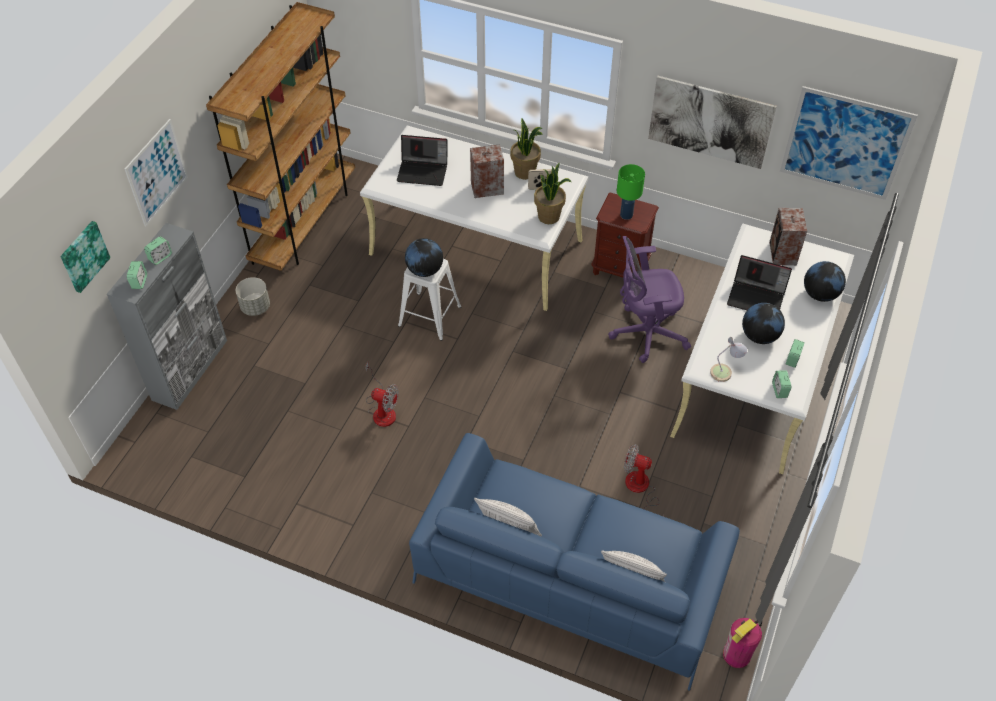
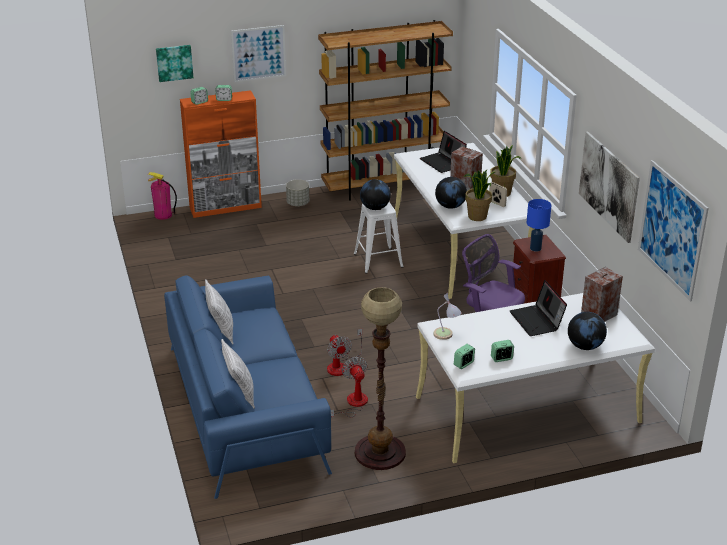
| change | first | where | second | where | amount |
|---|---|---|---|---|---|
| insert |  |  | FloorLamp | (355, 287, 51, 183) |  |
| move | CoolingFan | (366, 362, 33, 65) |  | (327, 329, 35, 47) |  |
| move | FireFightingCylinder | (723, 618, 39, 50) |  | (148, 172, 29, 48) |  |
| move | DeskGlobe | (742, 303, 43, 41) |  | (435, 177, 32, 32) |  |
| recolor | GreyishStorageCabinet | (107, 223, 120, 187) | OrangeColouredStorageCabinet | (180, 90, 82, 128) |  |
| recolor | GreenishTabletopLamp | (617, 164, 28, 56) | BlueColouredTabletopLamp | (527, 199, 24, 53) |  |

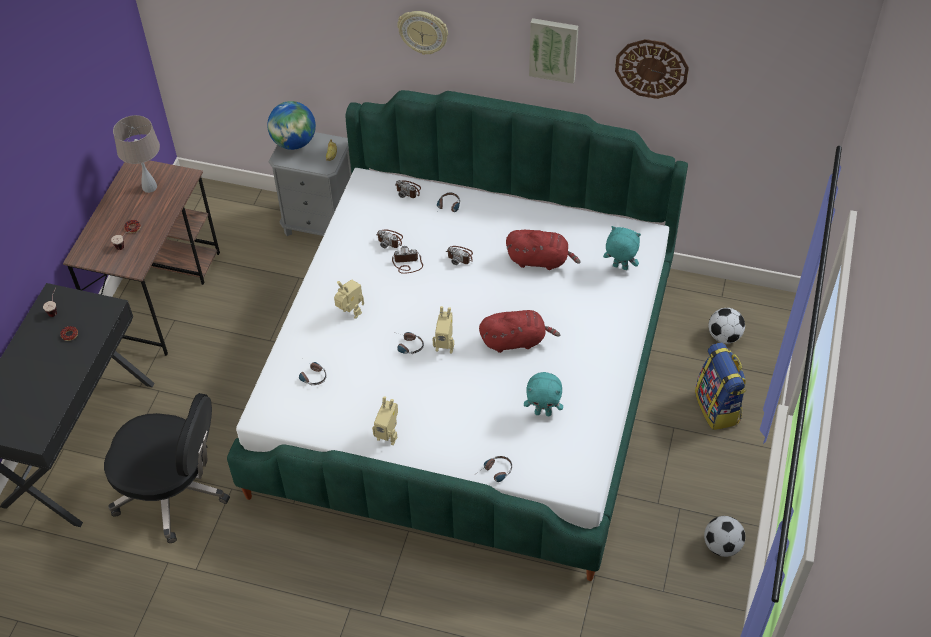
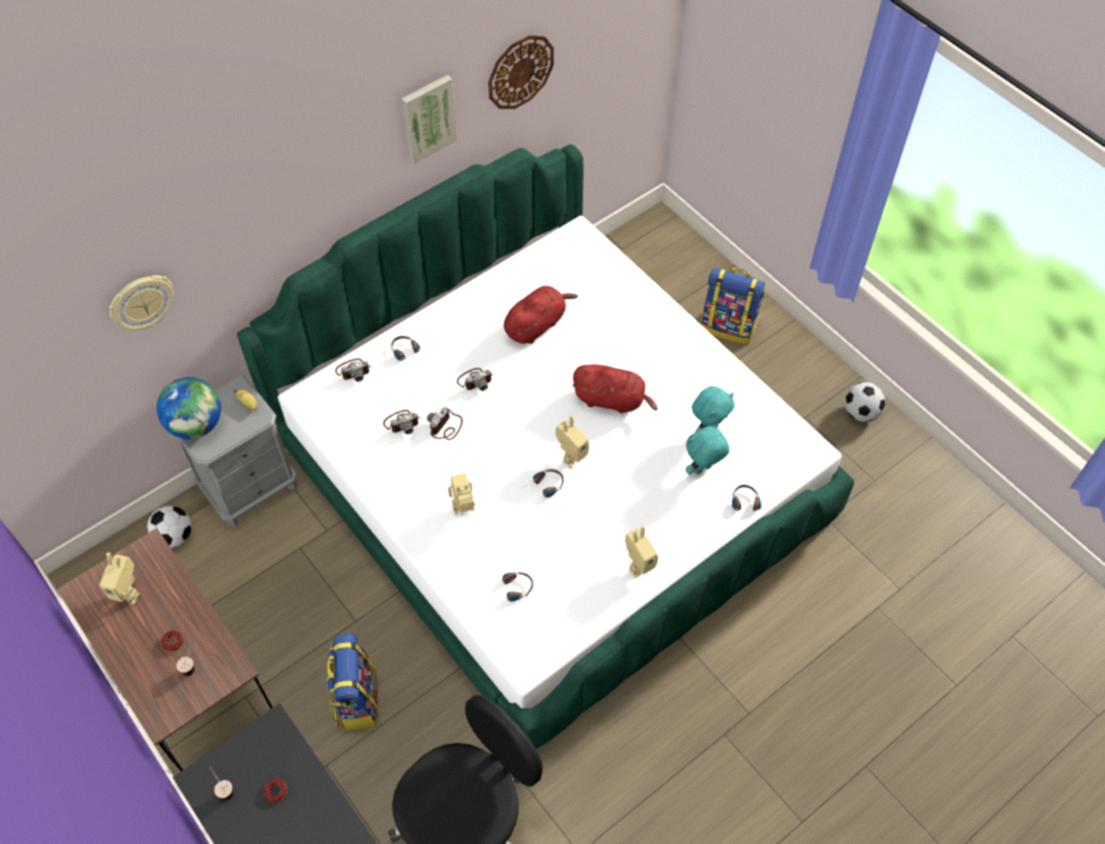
| change | first | where | second | where | amount |
|---|---|---|---|---|---|
| insert |  |  | Rucksack | (326, 633, 52, 98) |  |
| move | ClockOnTheWall | (397, 11, 51, 44) |  | (109, 275, 65, 55) |  |
| move | BlueGreenSoftToy | (603, 226, 38, 44) |  | (686, 424, 43, 51) |  |
| move | FootballBall | (708, 308, 37, 36) |  | (147, 506, 45, 42) |  |
| replace | BeigeTabletopLamp | (113, 115, 47, 78) | ToyRobot | (100, 553, 40, 51) |  |
| rotate | RedColouredSoftToy | (479, 310, 81, 43) |  | (572, 364, 86, 49) | 75 degrees clockwise |

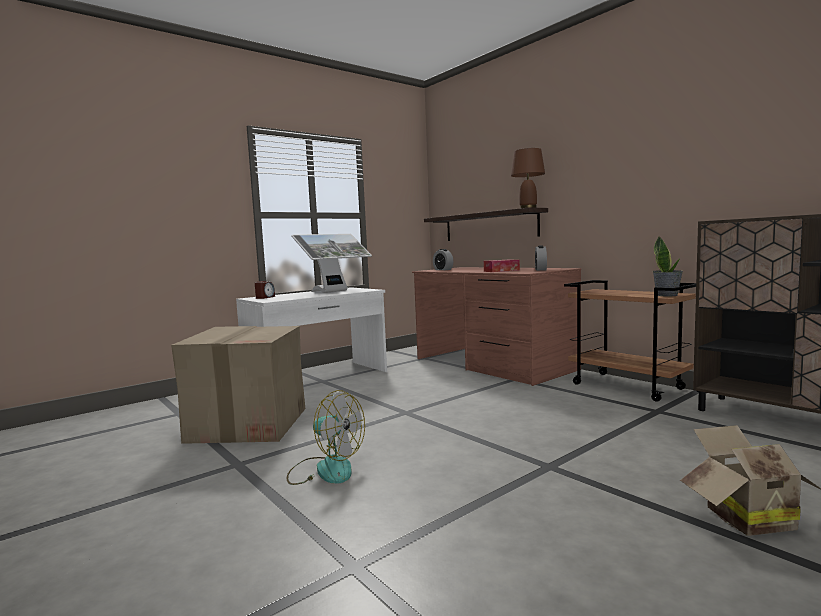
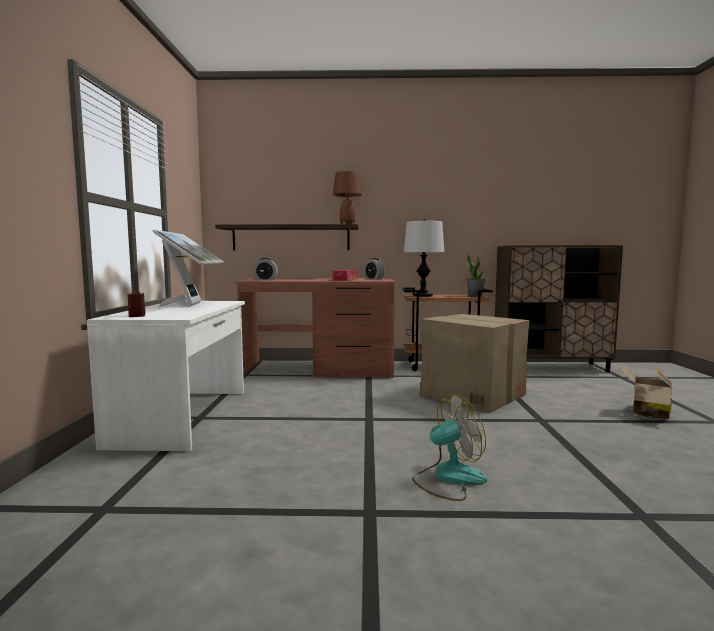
| change | first | where | second | where | amount |
|---|---|---|---|---|---|
| insert |  |  | TabletopLamp | (404, 219, 40, 78) |  |
| move | Carton | (171, 326, 134, 118) |  | (420, 314, 110, 99) |  |

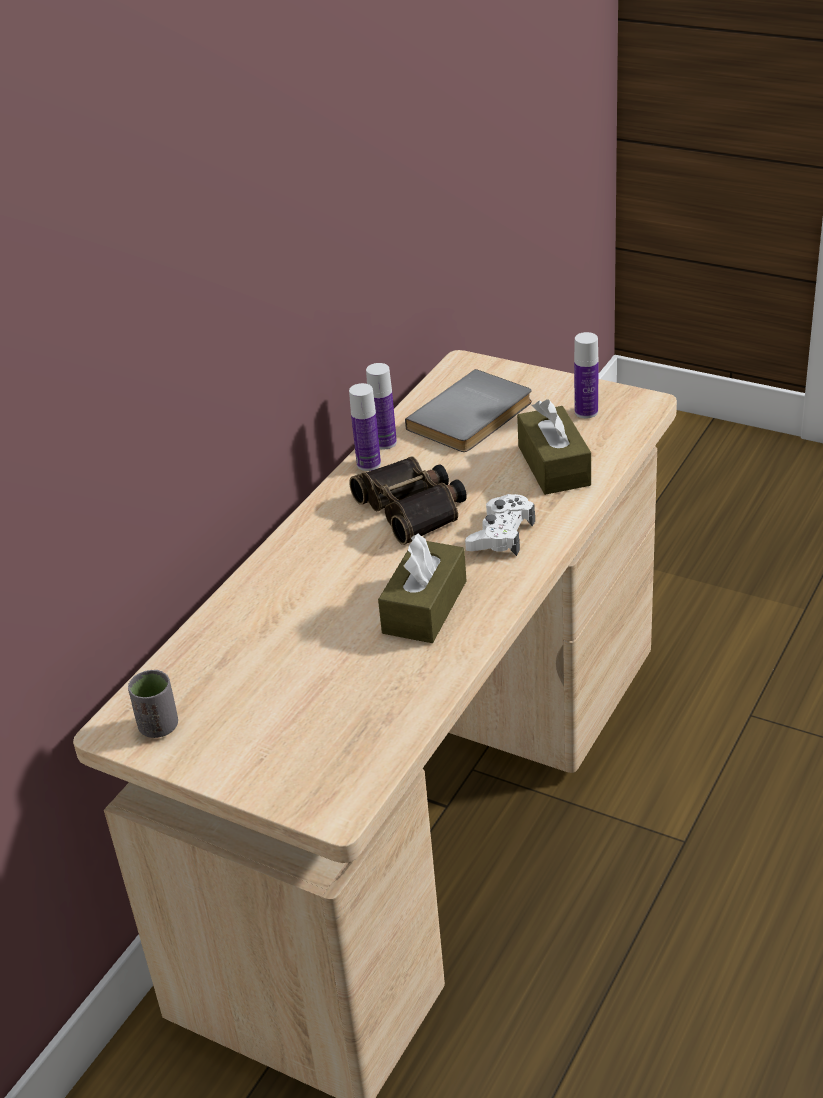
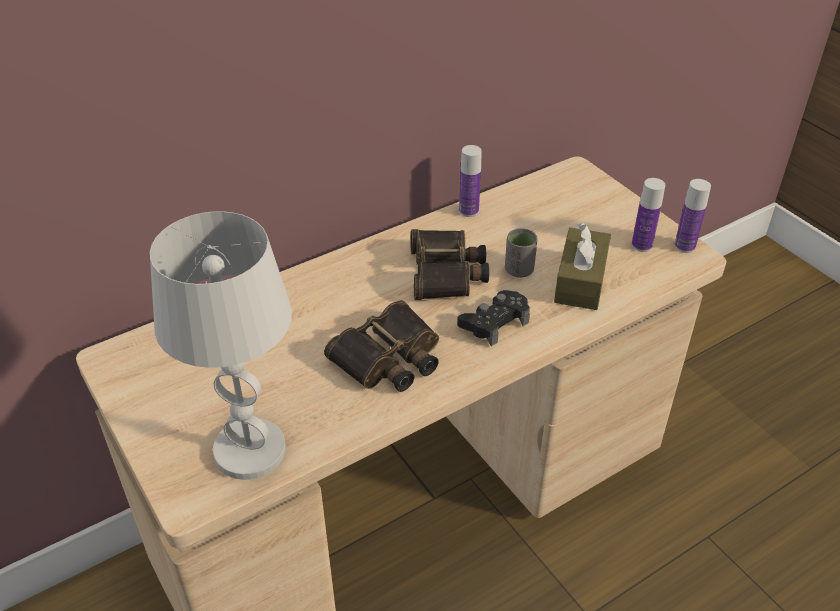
| change | first | where | second | where | amount |
|---|---|---|---|---|---|
| delete | GreyishBoundBook | (405, 369, 127, 83) |  |  |  |
| insert |  |  | WhitishTabletopLamp | (150, 211, 142, 269) |  |
| move | GreyishCup | (128, 670, 50, 68) |  | (505, 228, 32, 50) |  |
| move | BeverageBottle | (349, 383, 32, 88) |  | (674, 179, 37, 74) |  |
| replace | BrownColouredTissueHolder | (378, 534, 88, 109) | FieldGlasses | (324, 300, 115, 92) |  |
| recolor | WhitishJoypad | (465, 494, 70, 62) | BlackColouredJoypad | (457, 290, 73, 56) |  |

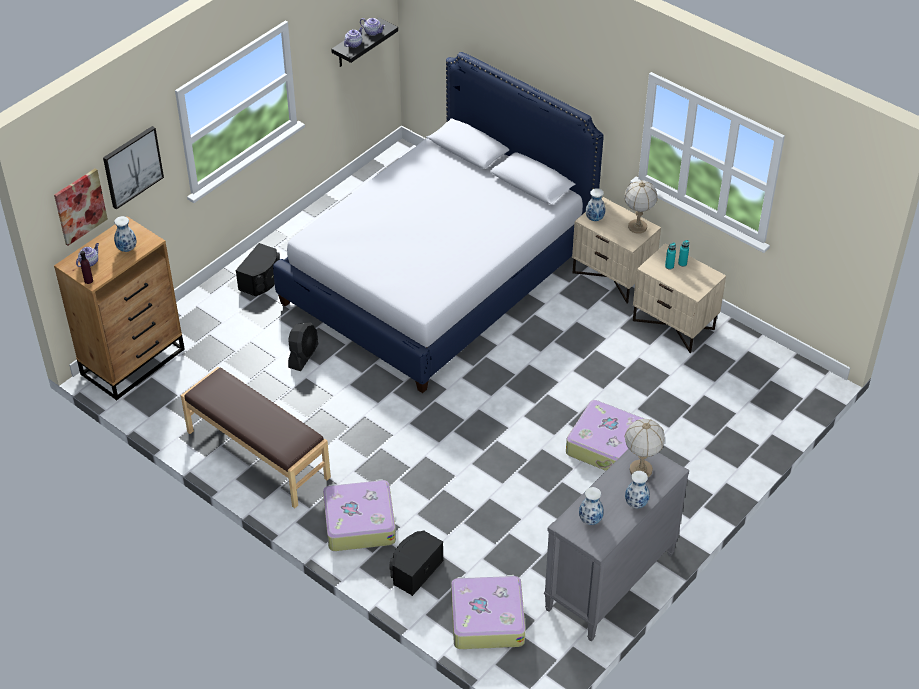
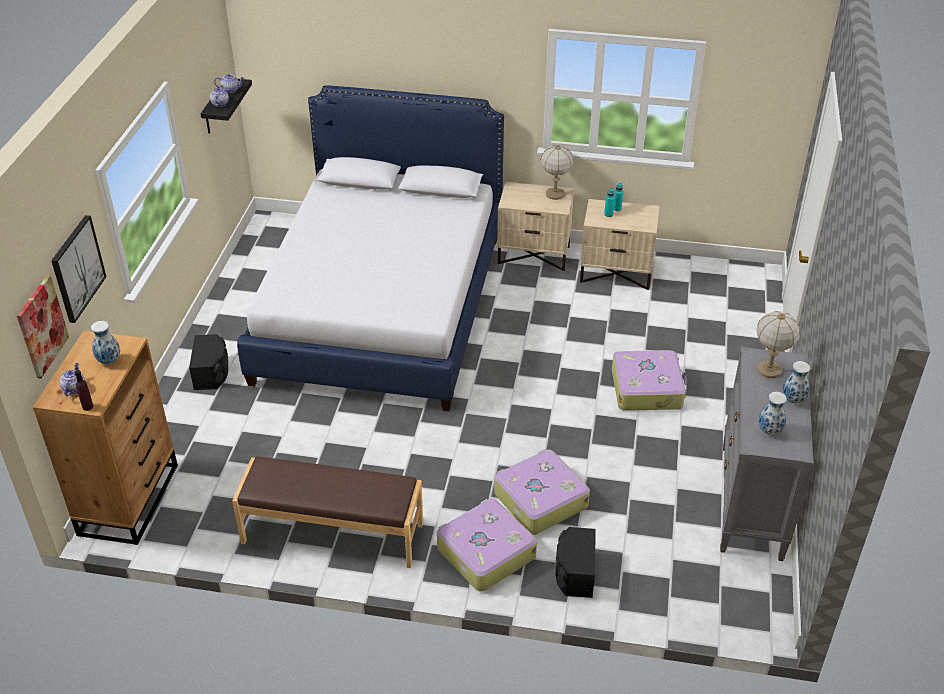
| change | first | where | second | where | amount |
|---|---|---|---|---|---|
| delete | BlackColouredCoolingFan | (288, 322, 31, 49) |  |  |  |
| delete | FlowerVase | (585, 188, 20, 33) |  |  |  |
| move | Suitcase | (451, 575, 75, 74) |  | (494, 449, 96, 86) |  |

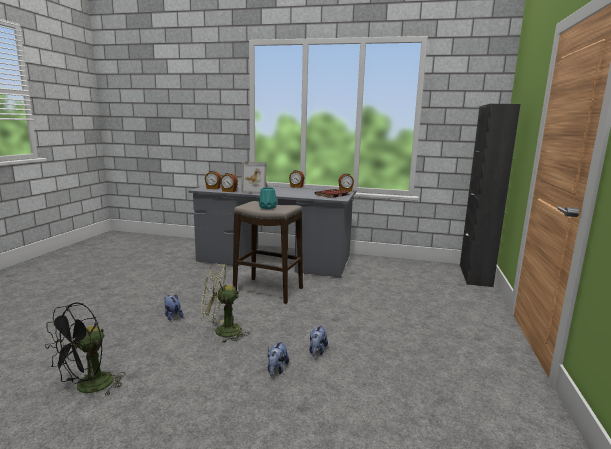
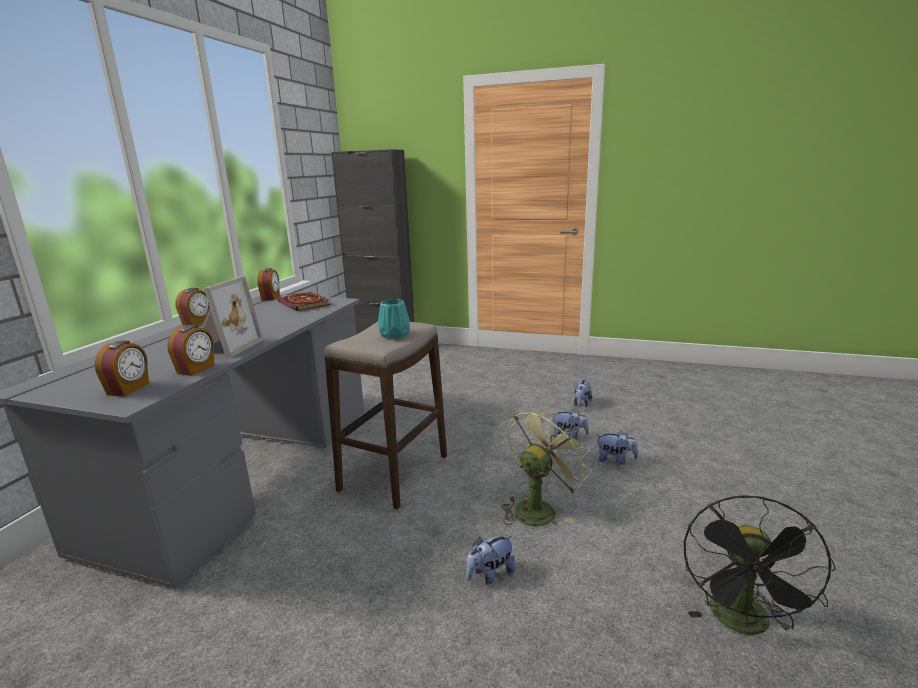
| change | first | where | second | where | amount |
|---|---|---|---|---|---|
| insert |  |  | SoftToy | (574, 379, 18, 28) |  |
| rotate | BlackColouredCoolingFan | (45, 302, 80, 94) |  | (684, 495, 152, 140) | 75 degrees clockwise |
| rotate | GreenishCoolingFan | (201, 263, 48, 80) |  | (501, 407, 91, 119) | 135 degrees counterclockwise |

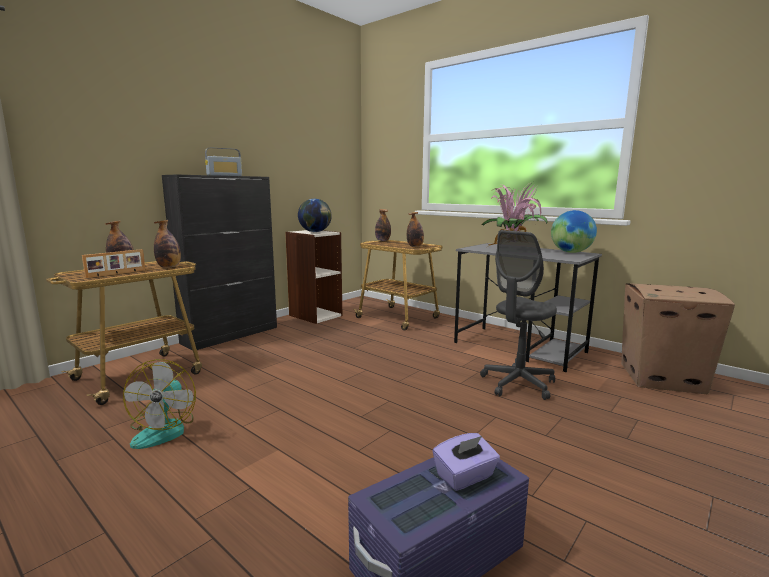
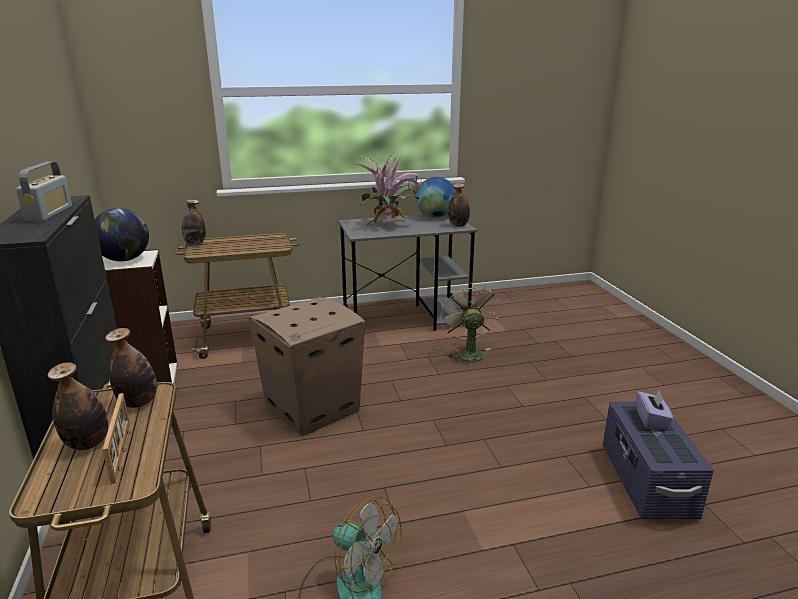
| change | first | where | second | where | amount |
|---|---|---|---|---|---|
| move | BeverageBottle | (407, 212, 17, 35) |  | (448, 183, 22, 44) |  |
| move | Carton | (621, 283, 114, 111) |  | (249, 297, 116, 139) |  |
| replace | GreyishOfficeChair | (480, 230, 77, 170) | GreenishCoolingFan | (440, 283, 61, 83) |  |

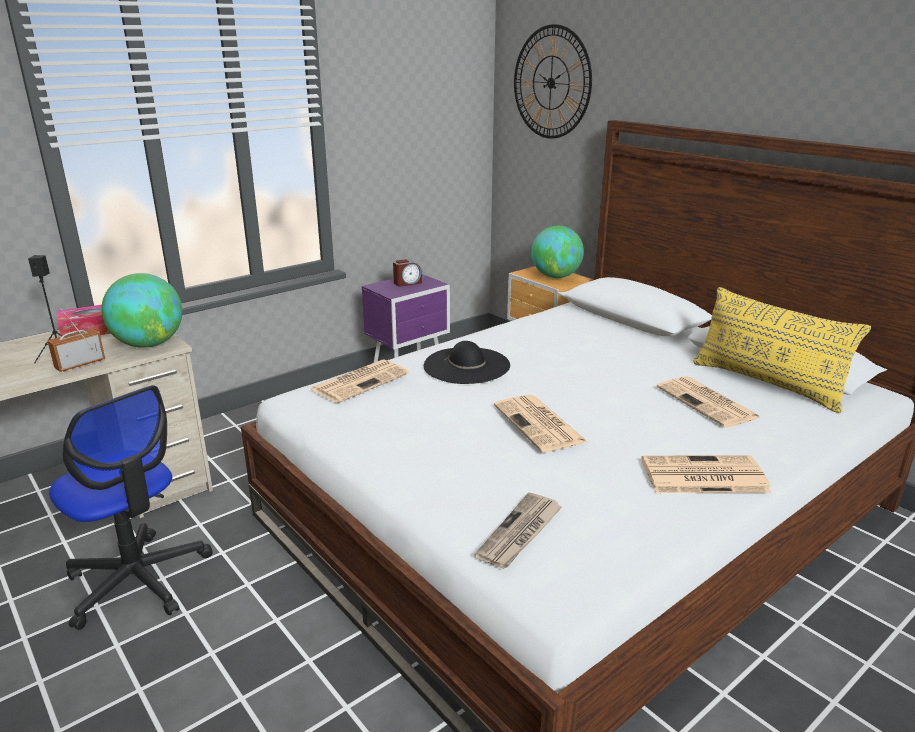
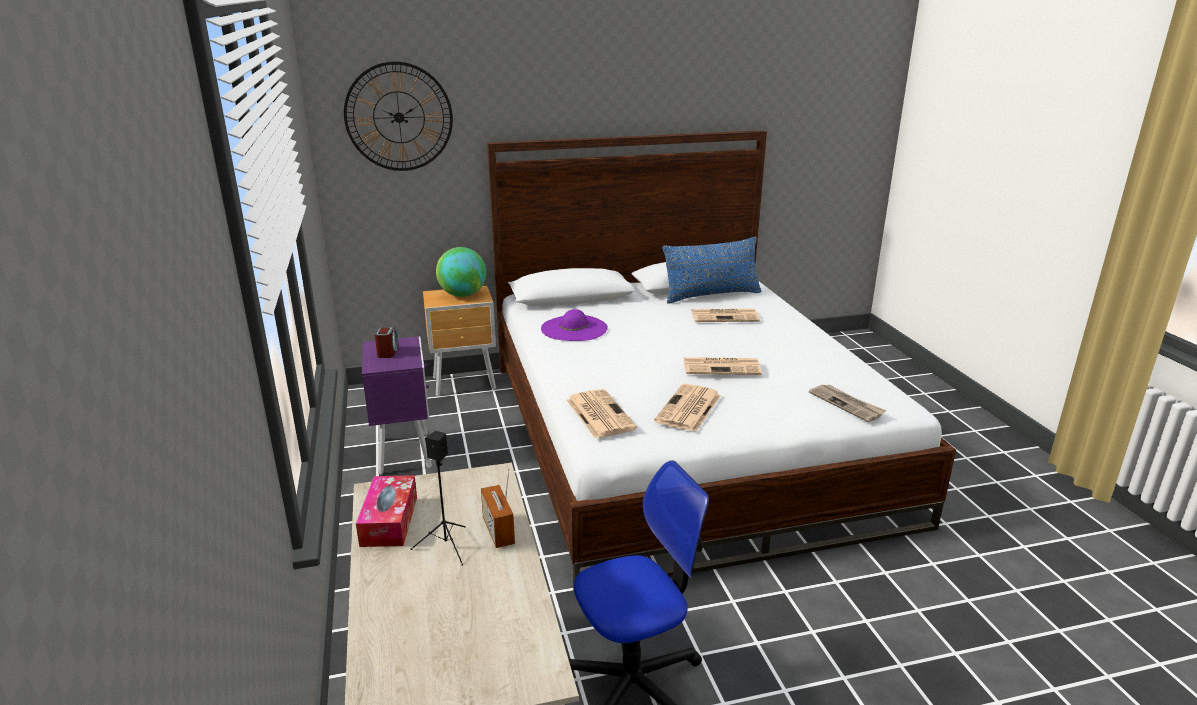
| change | first | where | second | where | amount |
|---|---|---|---|---|---|
| delete | DeskGlobe | (101, 273, 81, 75) |  |  |  |
| delete | BlackColouredHat | (424, 341, 86, 43) |  |  |  |
| insert |  |  | PurpleHat | (541, 309, 67, 32) |  |
| move | DailyPaper | (641, 455, 130, 38) |  | (654, 384, 67, 48) |  |
| recolor | YellowPillow | (693, 287, 178, 126) | BlueColouredPillow | (663, 237, 98, 67) |  |

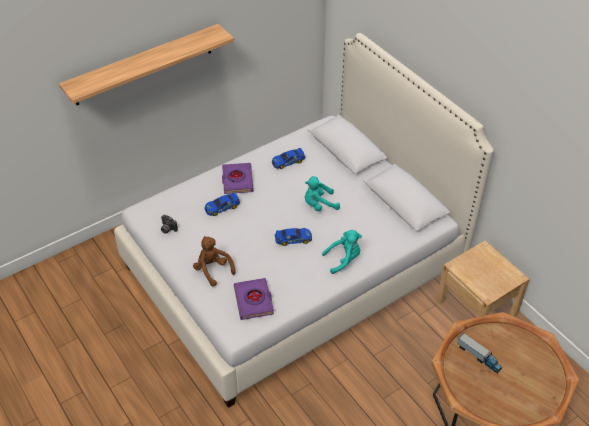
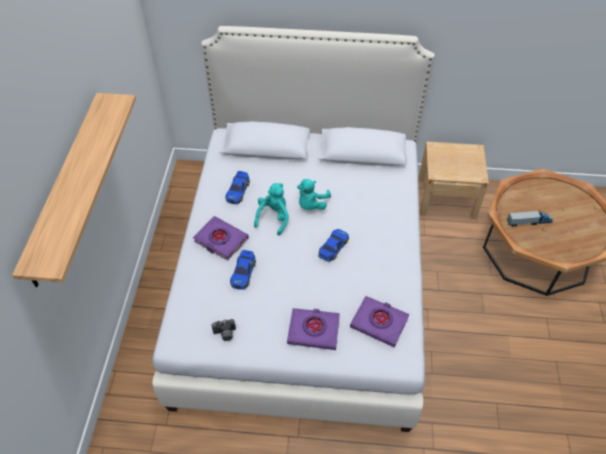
| change | first | where | second | where | amount |
|---|---|---|---|---|---|
| move | BlueGreenSoftToy | (322, 230, 40, 44) |  | (254, 183, 35, 52) |  |
| replace | BrownColouredSoftToy | (193, 236, 43, 51) | PurpleBoundBook | (287, 308, 53, 42) |  |

